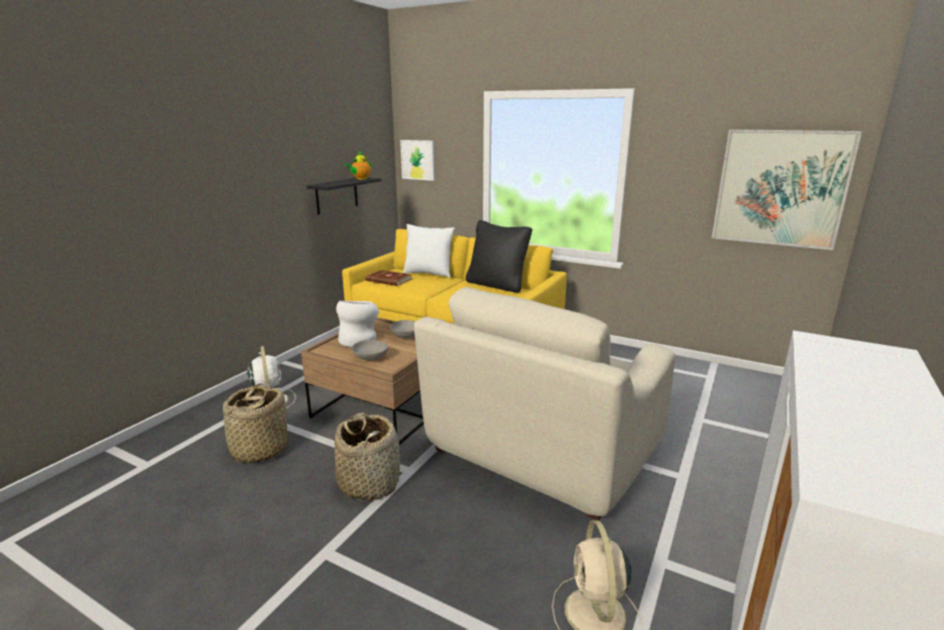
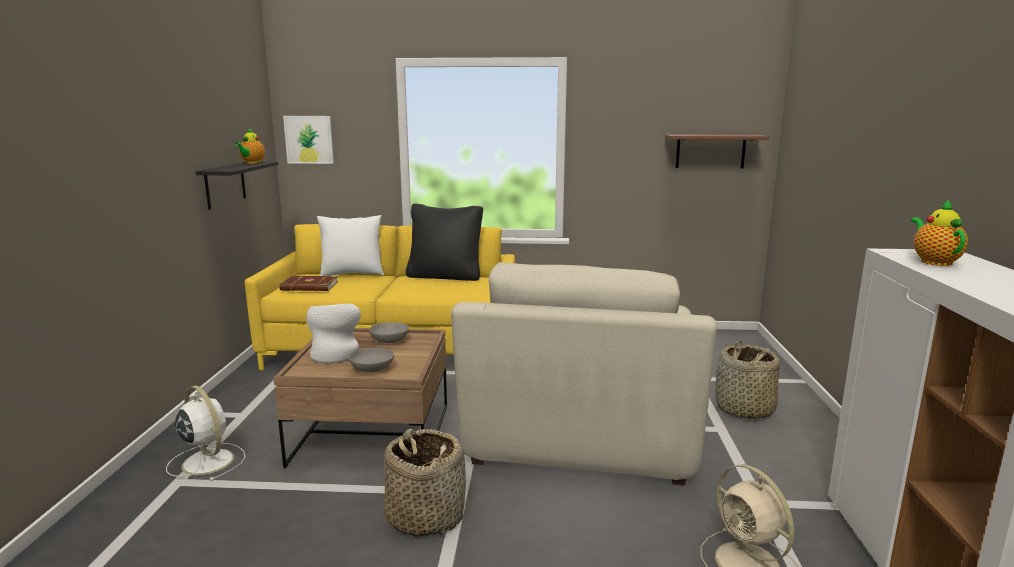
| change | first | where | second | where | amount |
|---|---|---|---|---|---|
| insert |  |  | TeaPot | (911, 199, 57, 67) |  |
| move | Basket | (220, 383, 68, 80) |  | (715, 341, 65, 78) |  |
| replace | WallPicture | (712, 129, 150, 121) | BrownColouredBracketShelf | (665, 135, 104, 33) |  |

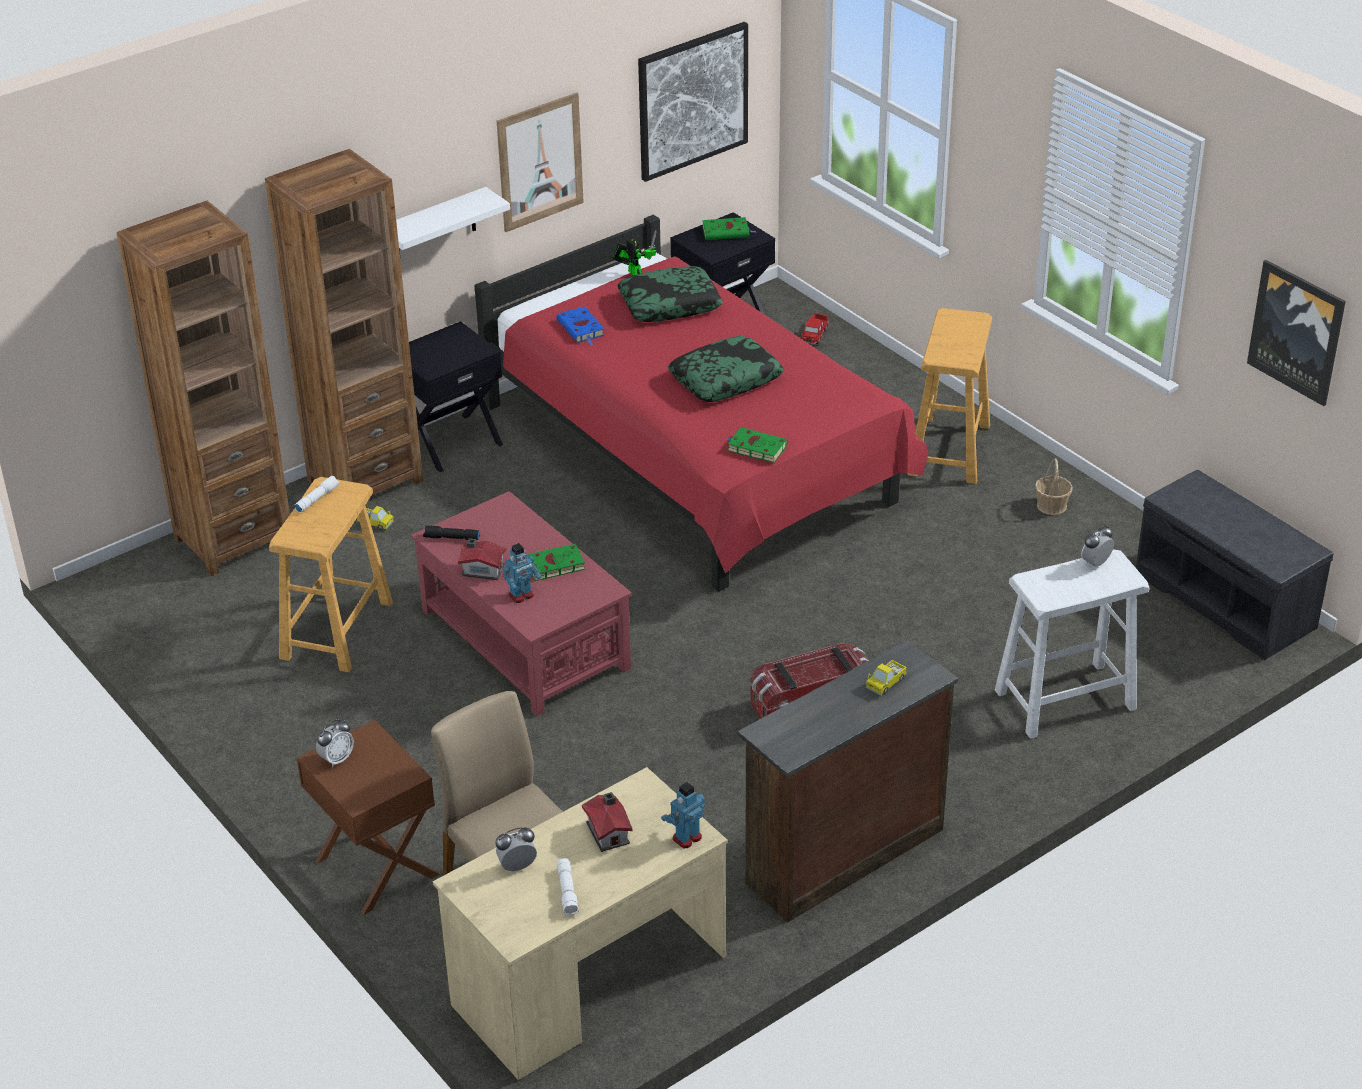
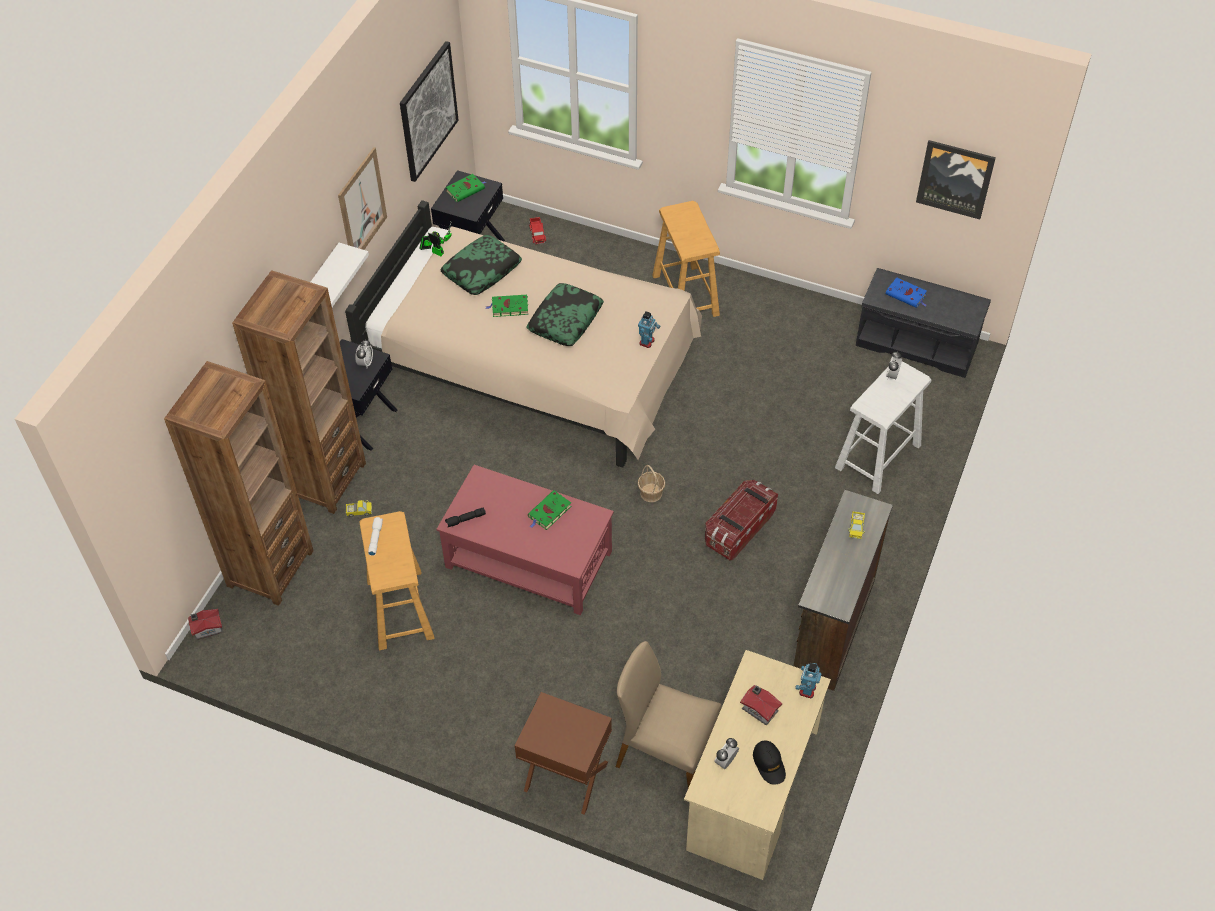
| change | first | where | second | where | amount |
|---|---|---|---|---|---|
| move | AlarmClock | (316, 719, 38, 48) |  | (355, 339, 18, 29) |  |
| move | MiniatureHouse | (458, 538, 49, 42) |  | (188, 609, 35, 31) |  |
| move | ToyRobot | (503, 543, 38, 60) |  | (638, 311, 22, 37) |  |
| move | BlueColouredBoundBook | (556, 306, 48, 40) |  | (886, 277, 41, 31) |  |
| move | GreenishBoundBook | (725, 427, 63, 36) |  | (486, 295, 42, 22) |  |
| move | Basket | (1035, 458, 38, 57) |  | (638, 465, 27, 37) |  |
| replace | WhitishFlashlight | (557, 858, 22, 57) | BlackColouredPeakedCap | (753, 741, 33, 44) |  |
| recolor | RedColouredSleepingBed | (475, 215, 453, 377) | BeigeSleepingBed | (345, 200, 357, 268) |  |

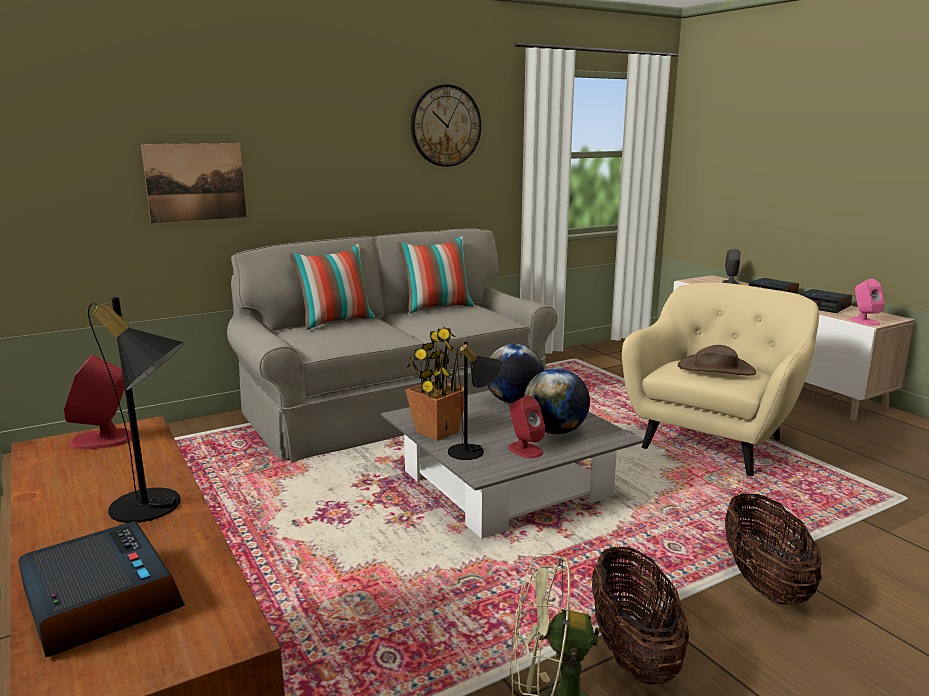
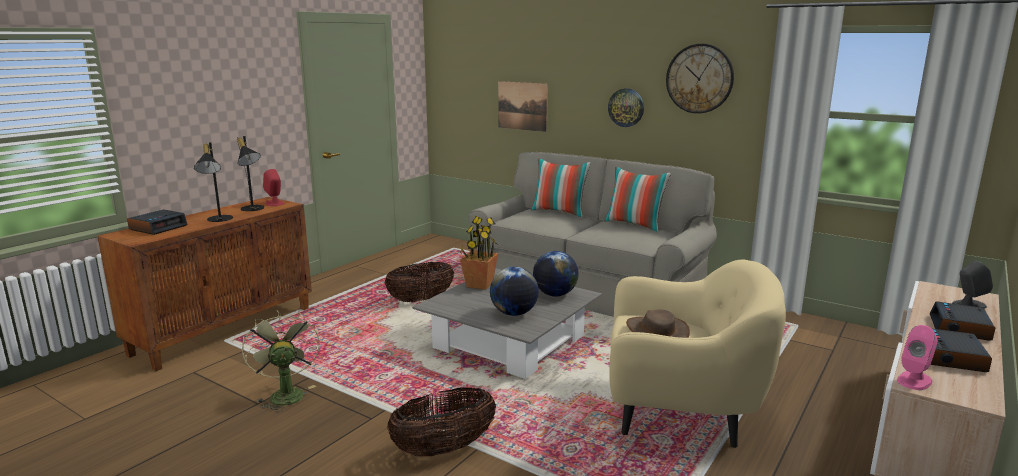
| change | first | where | second | where | amount |
|---|---|---|---|---|---|
| delete | RedColouredLoudspeaker | (508, 396, 37, 62) |  |  |  |
| insert |  |  | ClockOnTheWall | (608, 88, 36, 39) |  |
| move | BlackColouredTabletopLamp | (448, 341, 54, 119) |  | (237, 136, 28, 75) |  |
| move | Basket | (591, 545, 98, 139) |  | (384, 262, 70, 40) |  |

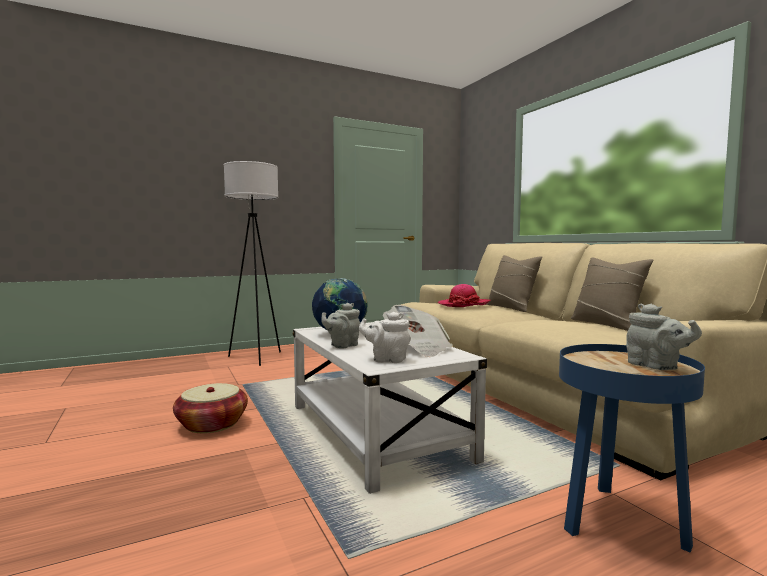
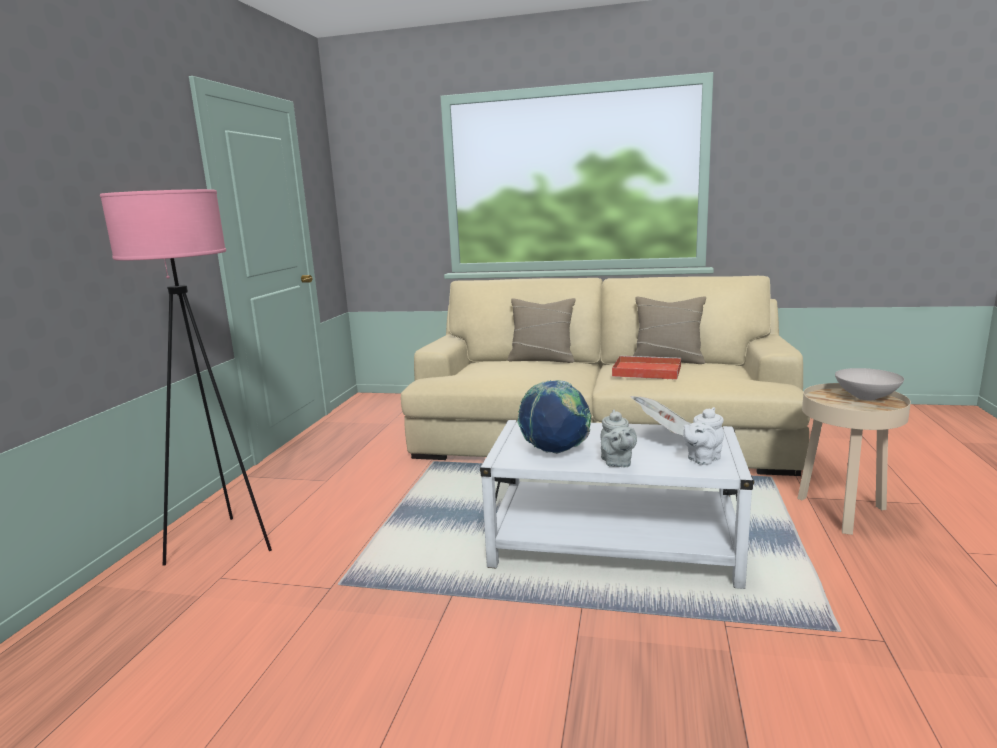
| change | first | where | second | where | amount |
|---|---|---|---|---|---|
| delete | Basket | (173, 383, 75, 51) |  |  |  |
| delete | Hat | (438, 284, 53, 23) |  |  |  |
| insert |  |  | RedColouredTray | (612, 356, 69, 24) |  |
| replace | GreyishTeaPot | (626, 304, 76, 66) | WhitishBowl | (835, 368, 69, 32) |  |
| recolor | WhitishFloorLamp | (224, 161, 57, 205) | PinkishFloorLamp | (100, 189, 172, 377) |  |
| recolor | BlueColouredSideTable | (559, 344, 146, 208) | BeigeSideTable | (797, 383, 114, 152) |  |

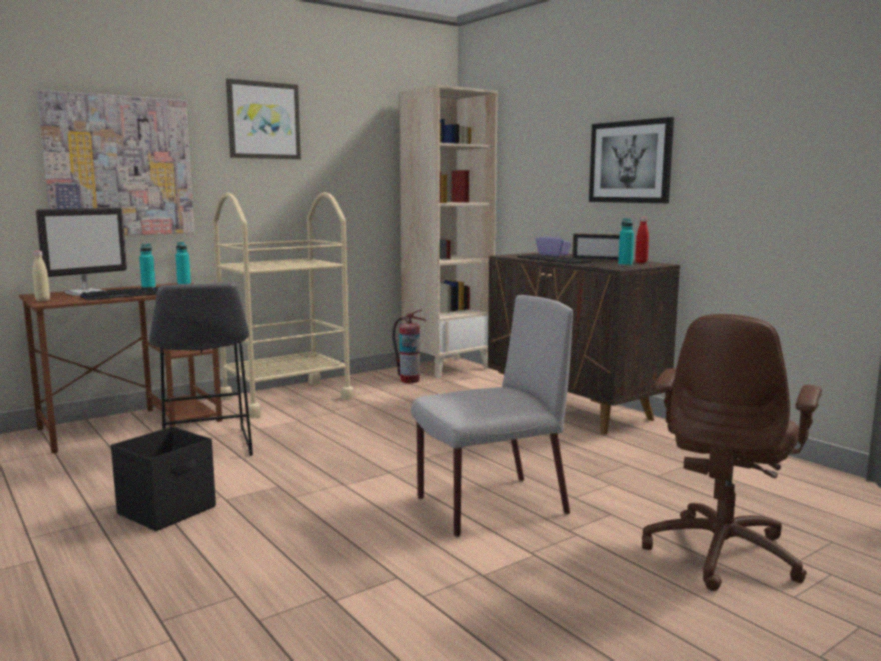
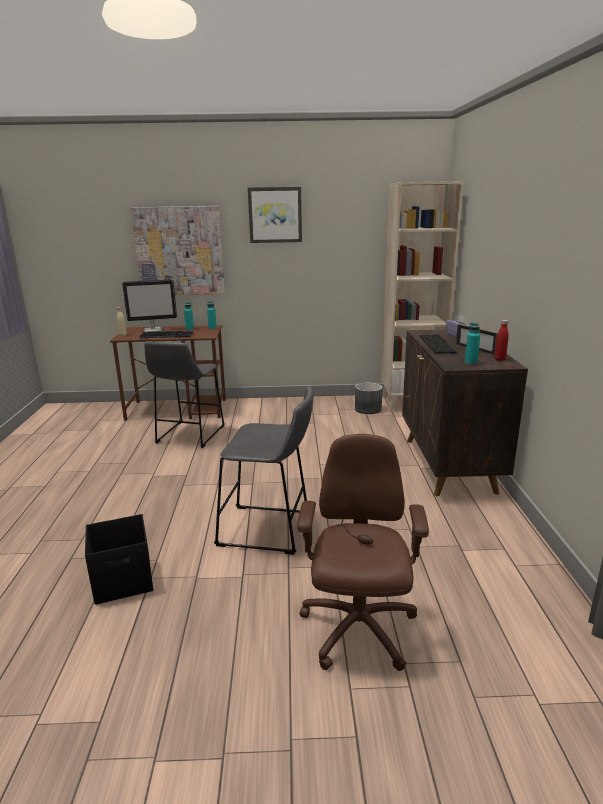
| change | first | where | second | where | amount |
|---|---|---|---|---|---|
| delete | BeigeCart | (213, 192, 141, 226) |  |  |  |
| delete | WallPicture | (589, 117, 85, 86) |  |  |  |
| move | BlackColouredStorageBin | (111, 426, 105, 105) |  | (85, 514, 68, 91) |  |
| replace | FireFightingCylinder | (392, 310, 34, 73) | GreyishFlowerPot | (355, 382, 28, 32) |  |
| replace | GreyishChair | (411, 295, 162, 242) | GreyishSittingStool | (214, 386, 100, 169) |  |
| rotate | BrownColouredOfficeChair | (642, 314, 180, 277) |  | (297, 434, 132, 237) | 120 degrees clockwise |

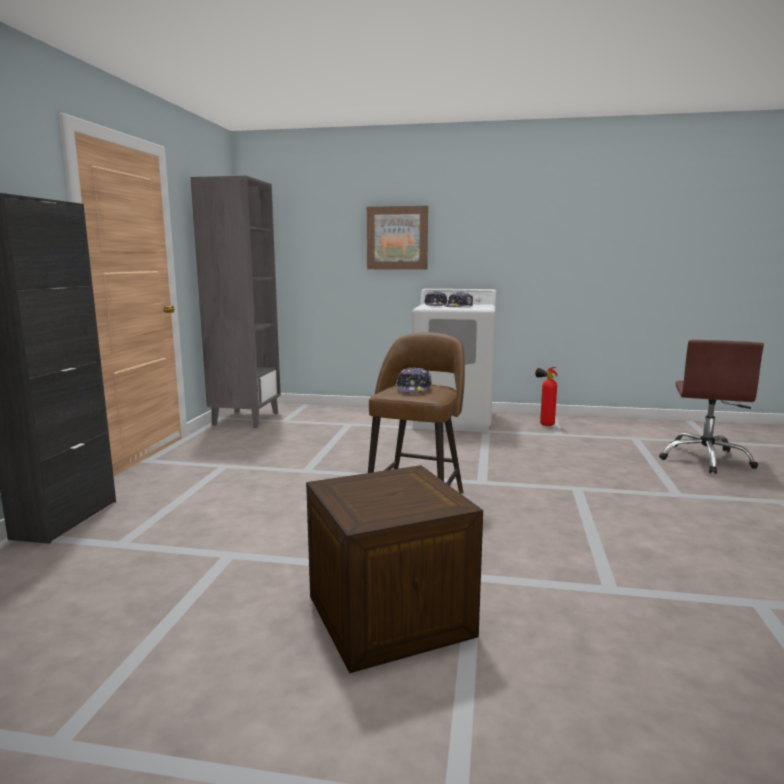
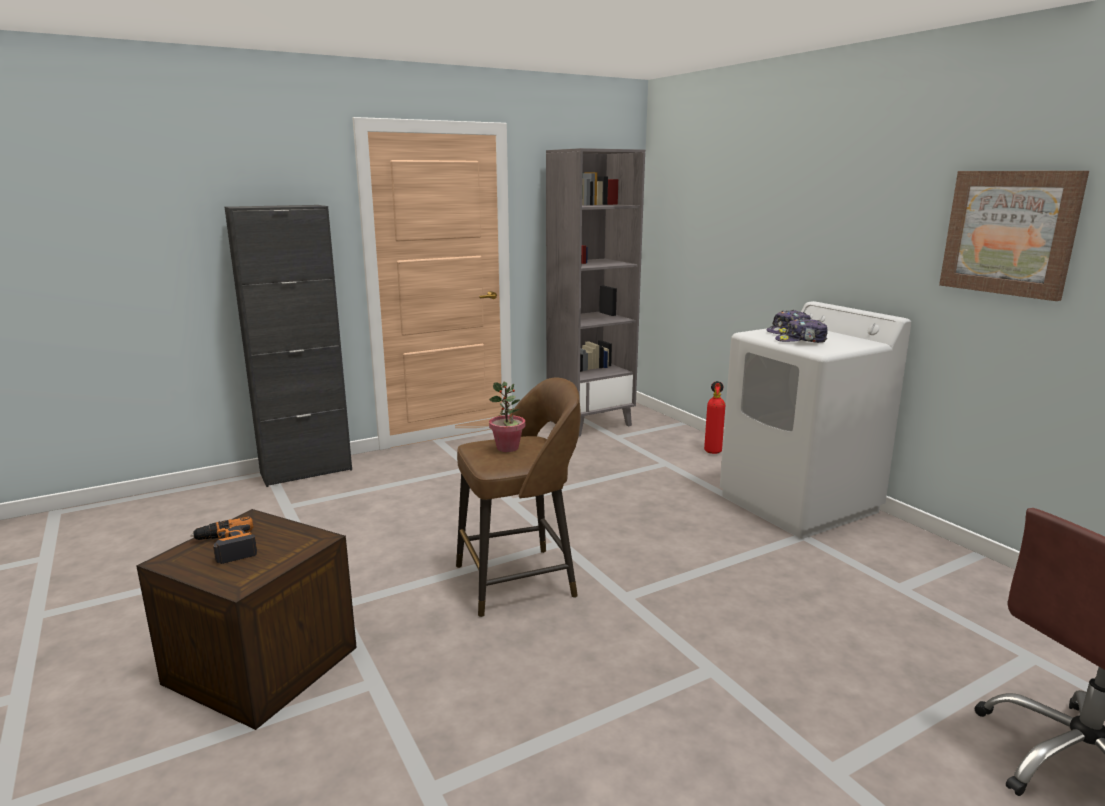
| change | first | where | second | where | amount |
|---|---|---|---|---|---|
| insert |  |  | PowerDrill | (190, 516, 67, 48) |  |
| move | WallPicture | (367, 206, 61, 64) |  | (939, 171, 150, 130) |  |
| move | FireFightingCylinder | (535, 367, 22, 59) |  | (704, 381, 21, 73) |  |
| replace | PeakedCap | (397, 367, 35, 26) | PottedPlant | (489, 382, 36, 70) |  |

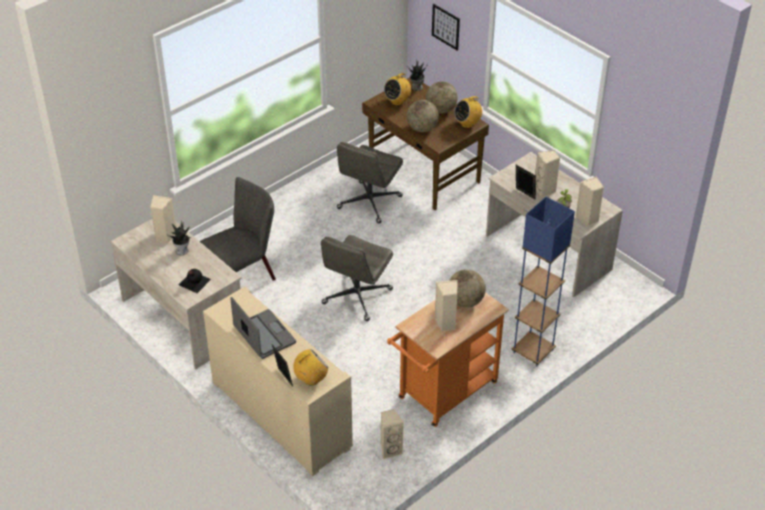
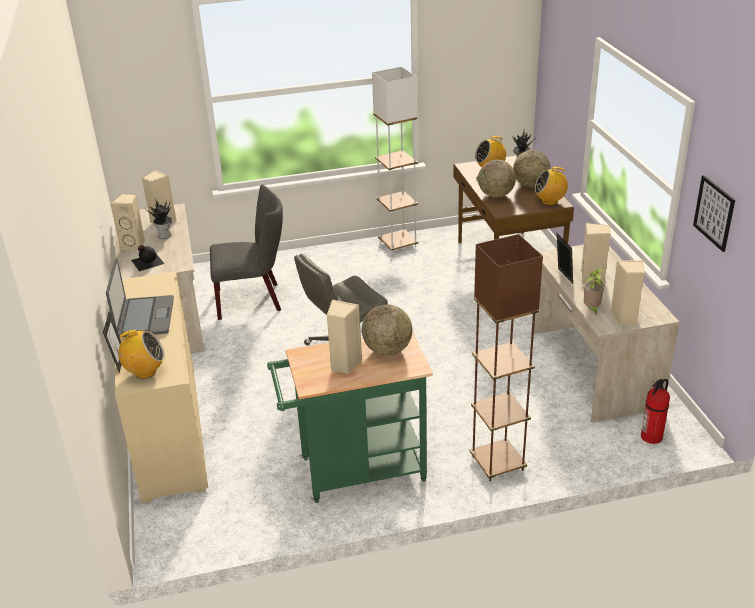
| change | first | where | second | where | amount |
|---|---|---|---|---|---|
| delete | GreyishOfficeChair | (337, 142, 66, 81) |  |  |  |
| insert |  |  | WhitishFloorLamp | (372, 67, 46, 187) |  |
| insert |  |  | FireFightingCylinder | (641, 379, 29, 65) |  |
| move | BeigeLoudspeaker | (381, 409, 23, 50) |  | (111, 194, 34, 57) |  |
| move | WallPicture | (432, 4, 28, 47) |  | (693, 175, 42, 77) |  |
| recolor | OrangeColouredCart | (387, 292, 122, 135) | GreenishCart | (267, 331, 166, 172) |  |
| recolor | BlueColouredFloorLamp | (512, 197, 63, 169) | BrownColouredFloorLamp | (470, 234, 73, 247) |  |

